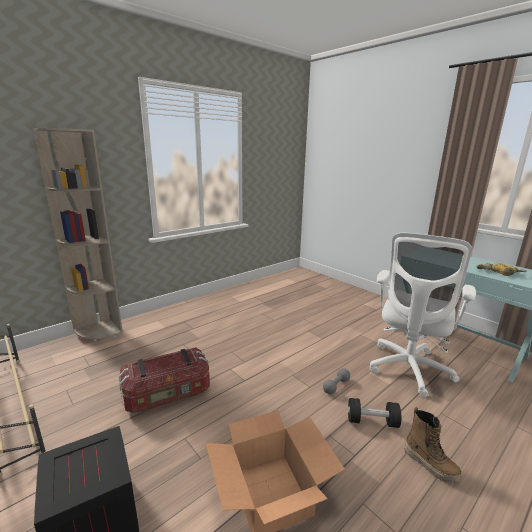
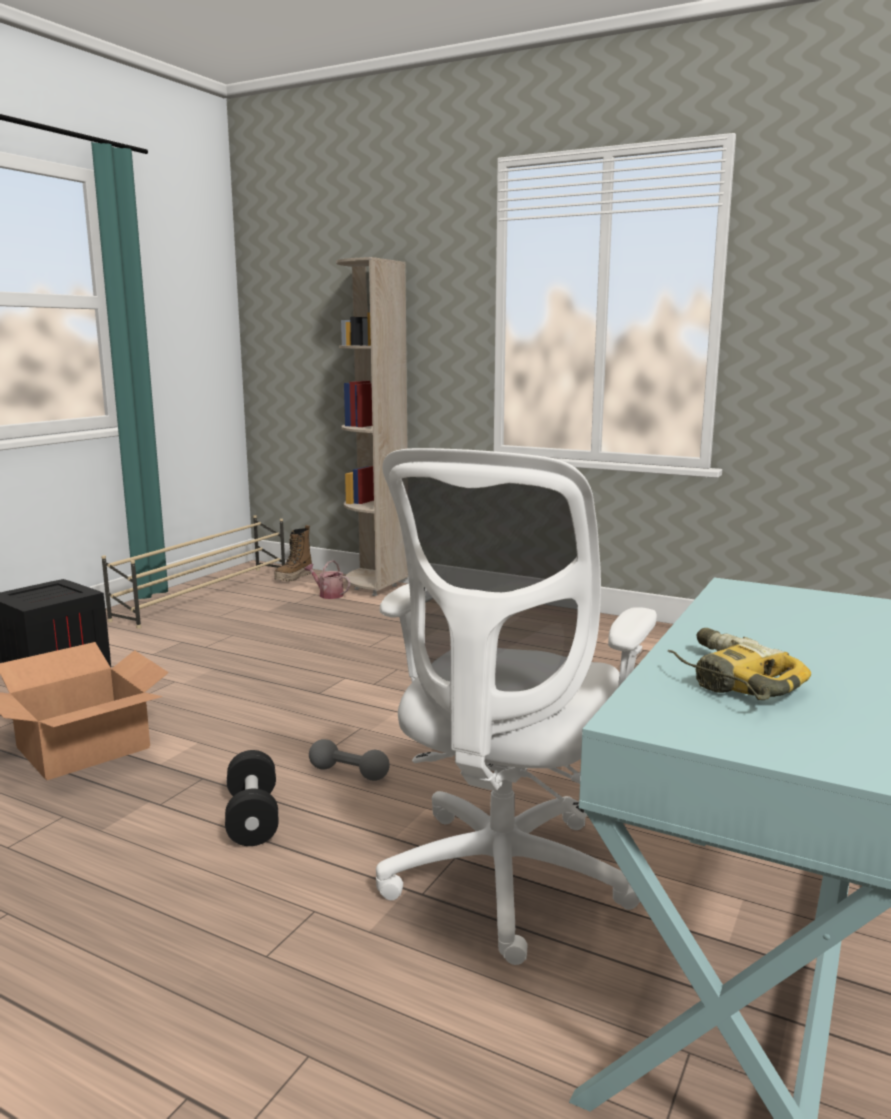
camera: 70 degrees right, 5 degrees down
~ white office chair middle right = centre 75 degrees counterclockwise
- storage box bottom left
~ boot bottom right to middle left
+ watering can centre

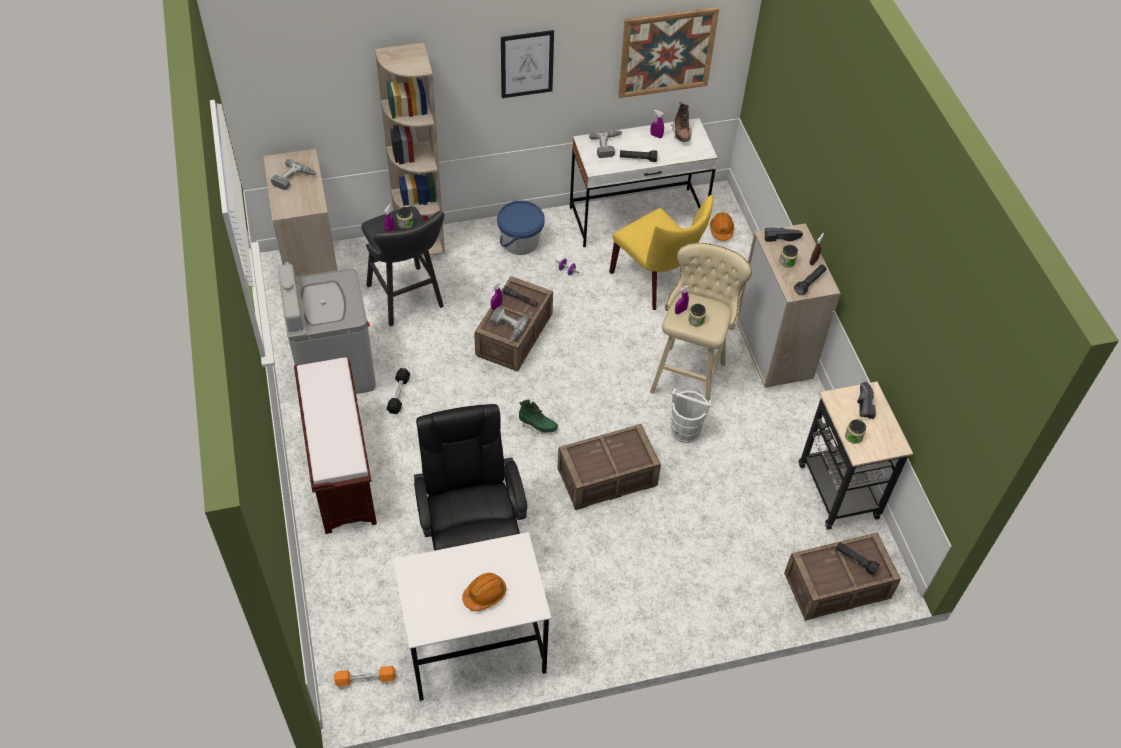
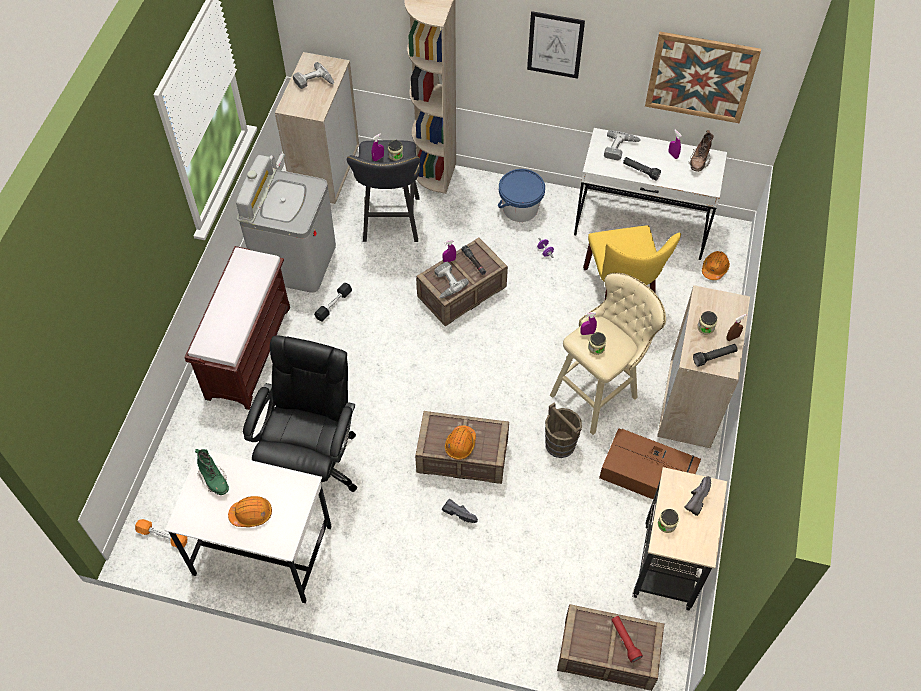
camera: 30 degrees right, 5 degrees up
~ black shoe (no. 1 from left) top right to bottom centre
~ white bucket centre to brown bucket centre
~ green boot centre to bottom left
~ black flashlight (no. 4 from left) bottom right to red flashlight bottom right
+ orange hard hat (no. 2 from left) centre
+ brown storage box bottom right

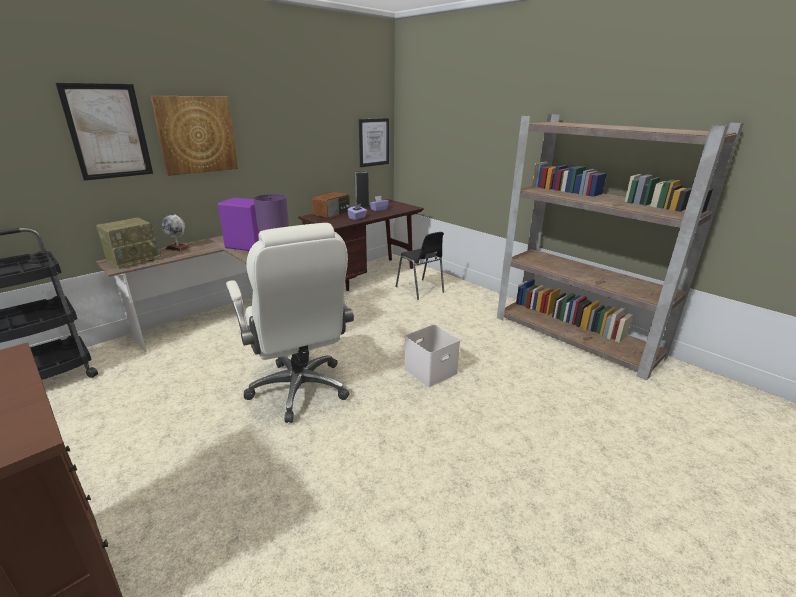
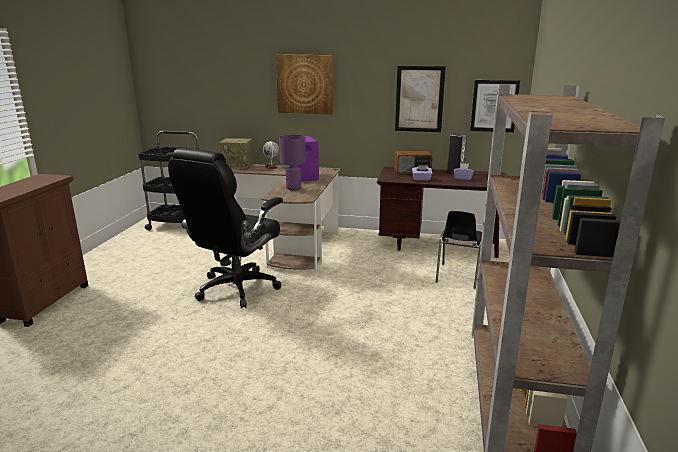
camera: 55 degrees right, 5 degrees down
~ picture (no. 1 from left in the first image) top left to picture (no. 2 from left) top centre
~ white office chair centre to black office chair middle left
- white storage box centre

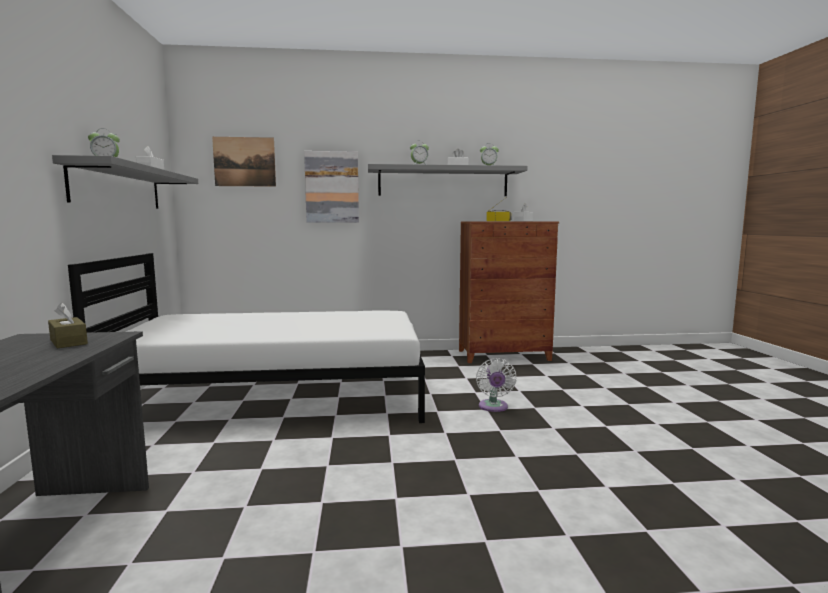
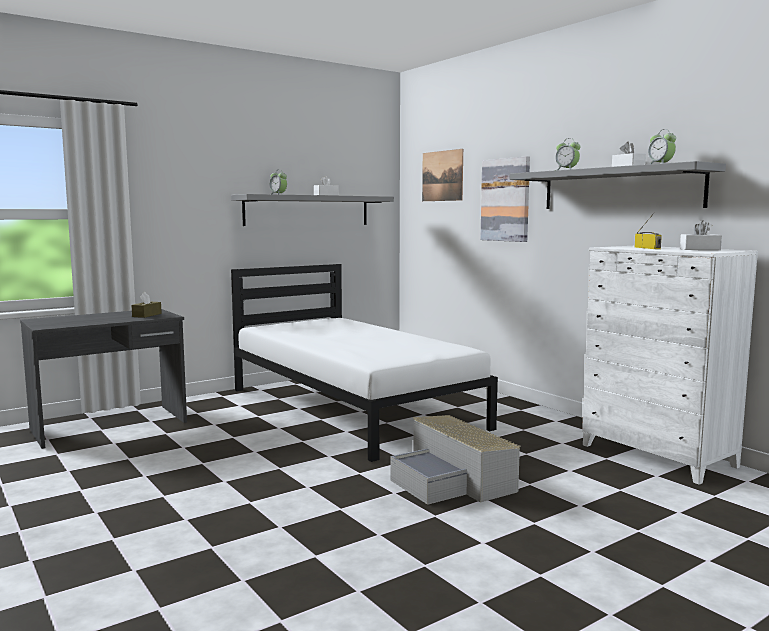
camera: 60 degrees right, 0 degrees up
~ brown dresser centre to white dresser middle right
~ white fan centre to grey storage box bottom centre

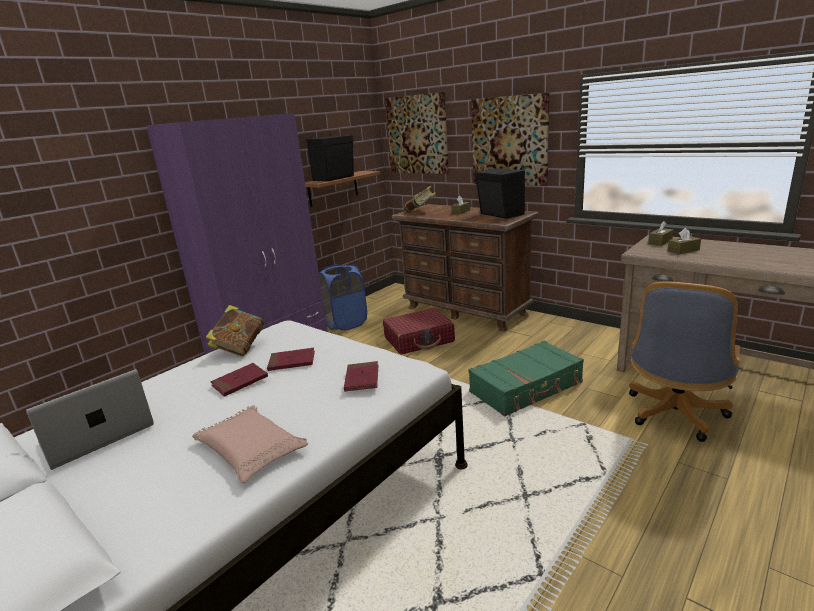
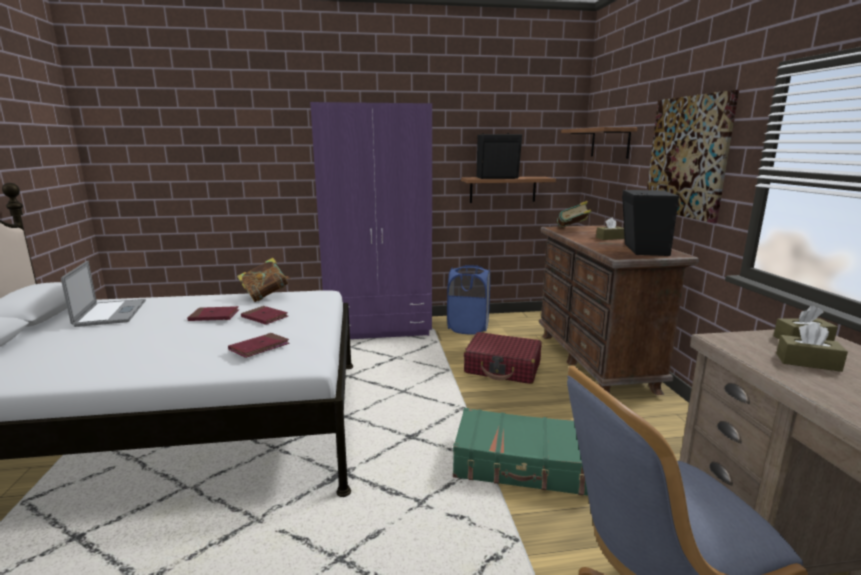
camera: 40 degrees right, 5 degrees down
~ picture (no. 1 from left) top centre to shelf (no. 2 from left) top right
~ laptop bottom left = middle left 75 degrees clockwise
- beige pillow bottom left

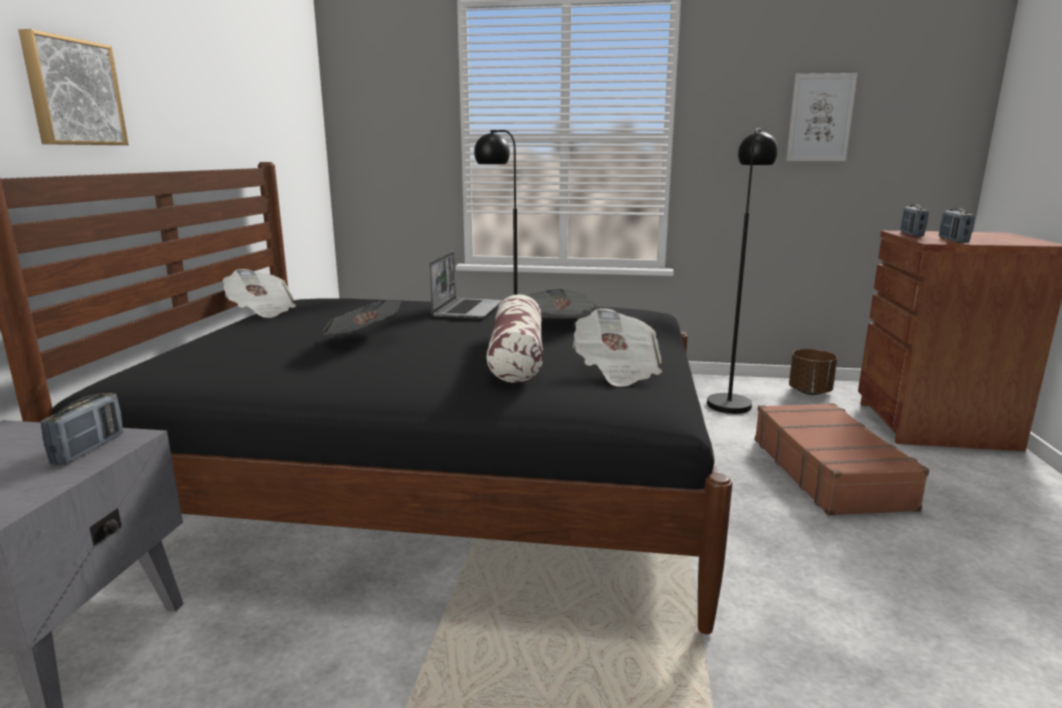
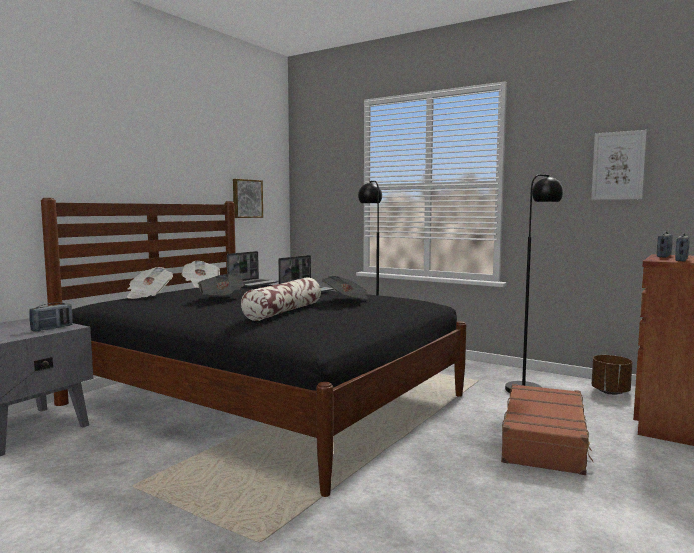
camera: 25 degrees right, 10 degrees down
~ picture (no. 1 from left) top left to centre
~ newspaper (no. 4 from left in the first image) centre to newspaper (no. 1 from left) middle left
+ laptop (no. 1 from left) centre

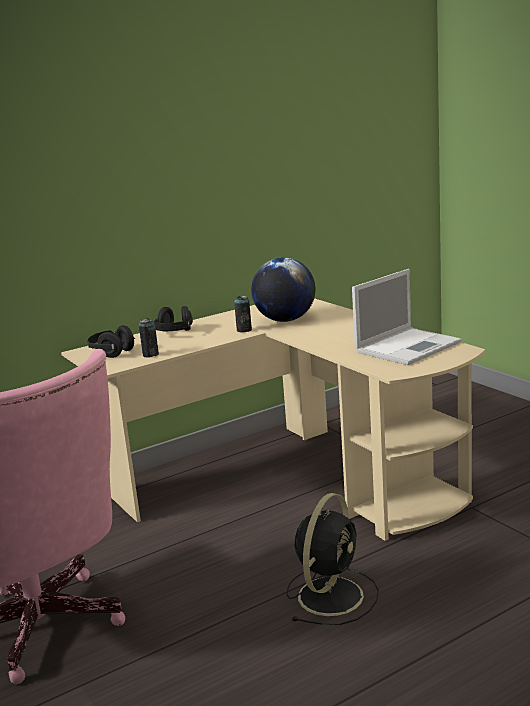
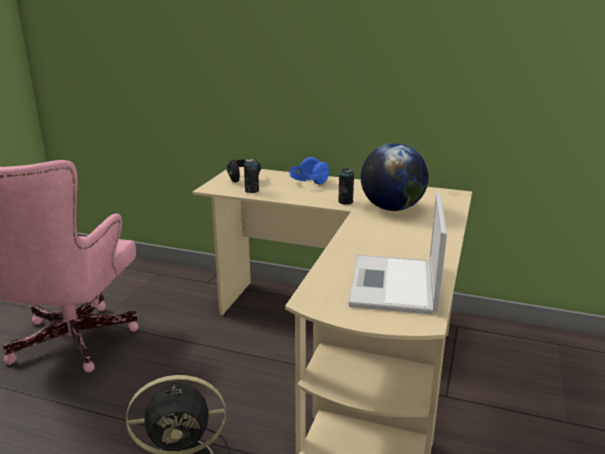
camera: 50 degrees right, 5 degrees up
~ laptop middle right = centre 90 degrees clockwise
~ black headphones (no. 2 from left) middle left to blue headphones centre

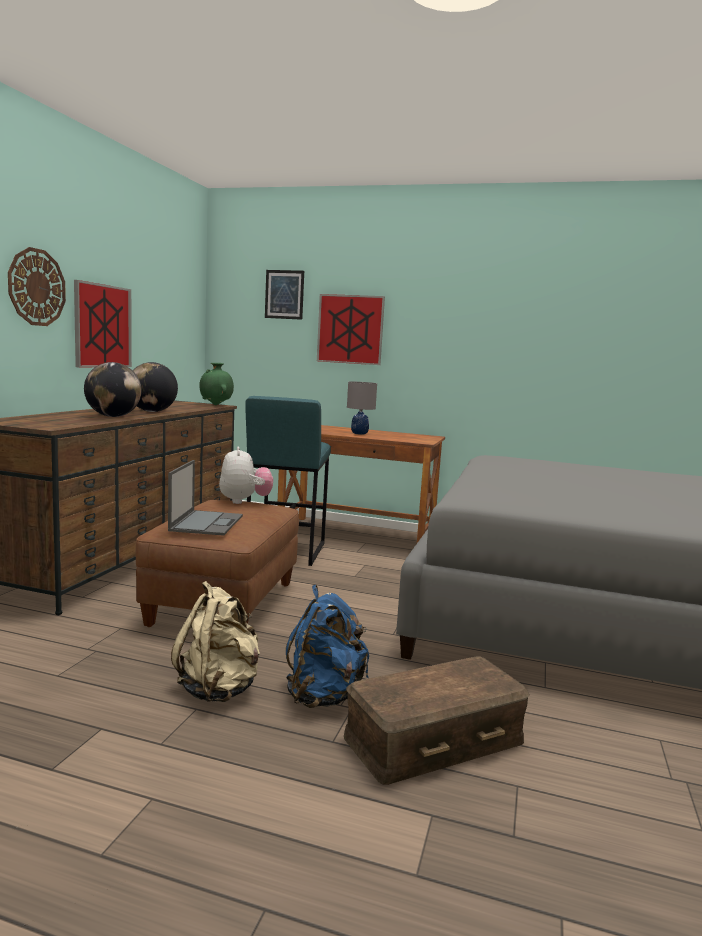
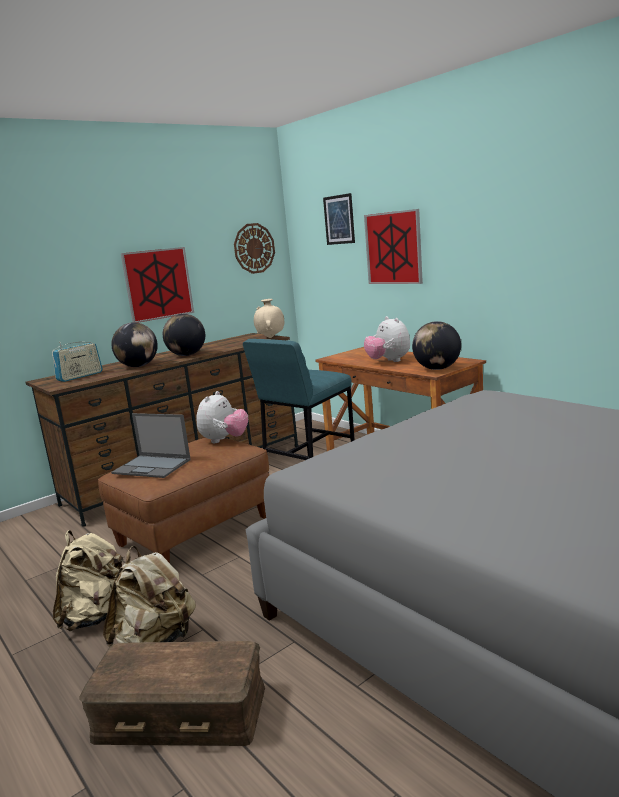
camera: 35 degrees right, 5 degrees up
~ wall clock top left to top centre
~ green vase middle left to beige vase centre
~ grey table lamp centre to plush toy (no. 2 from left) centre
~ laptop middle left = middle left 75 degrees clockwise
~ blue backpack bottom centre to beige backpack (no. 2 from left) bottom left
+ globe (no. 3 from left) middle right
+ radio middle left

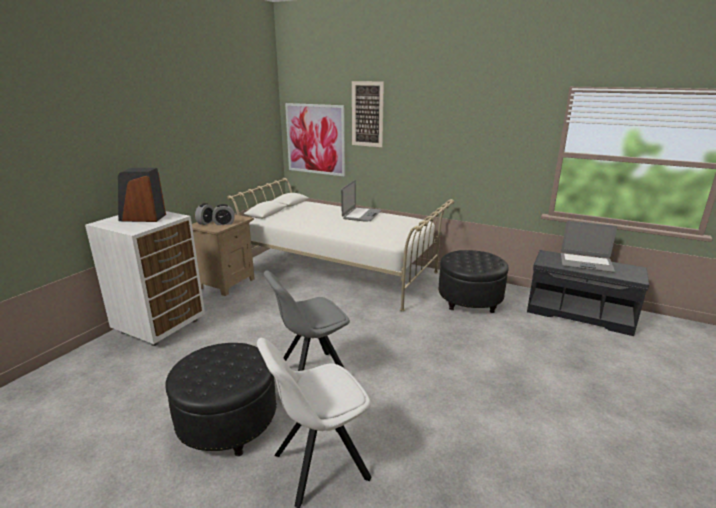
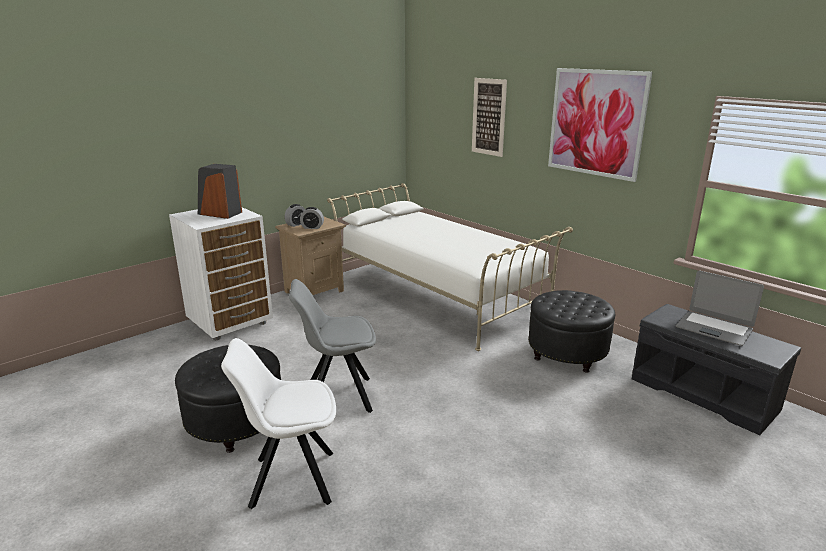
camera: 20 degrees right, 0 degrees up
~ picture (no. 1 from left in the first image) top centre to picture (no. 2 from left) top right
- laptop (no. 1 from left) centre

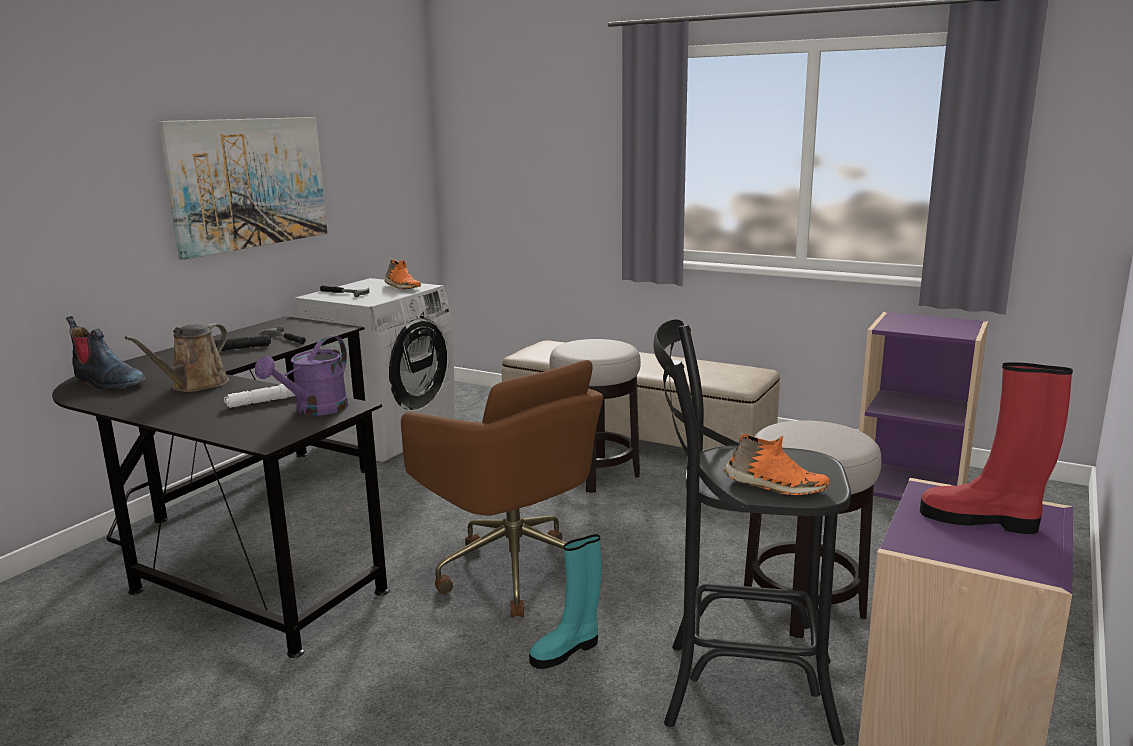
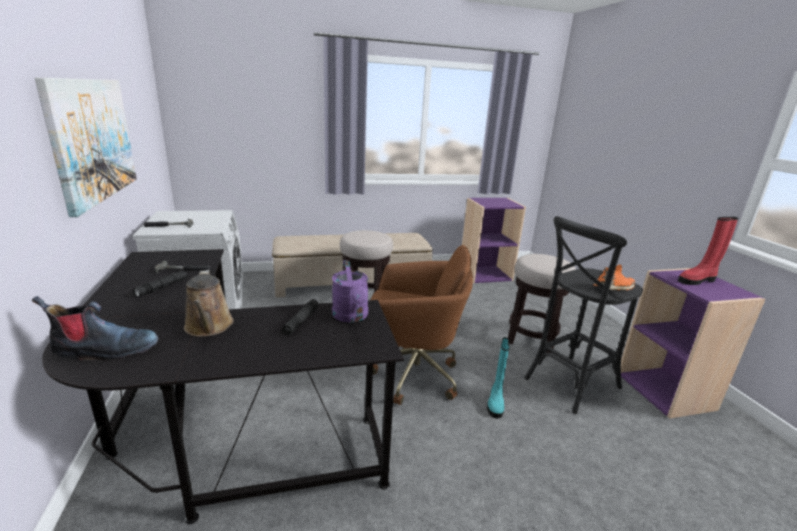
camera: 45 degrees left, 5 degrees up
- orange shoe (no. 1 from left) centre
~ white flashlight middle left to black flashlight (no. 2 from left) centre

